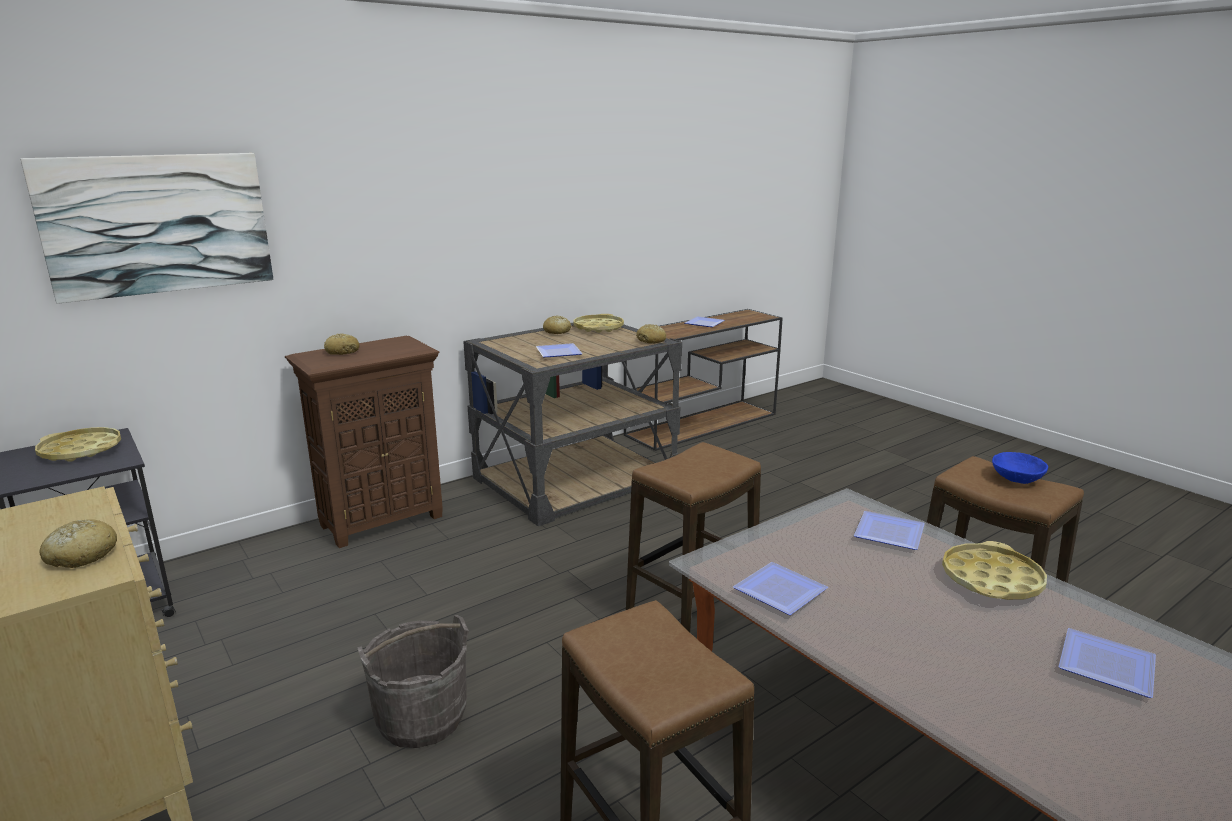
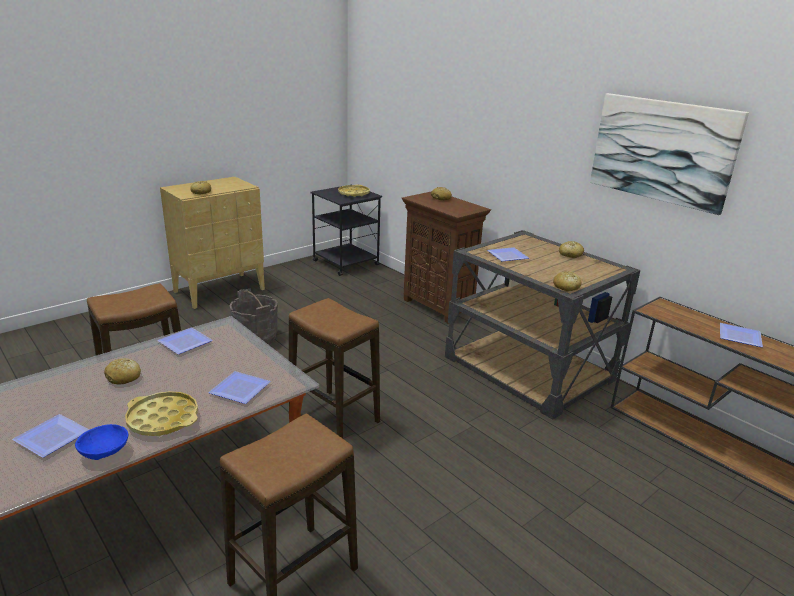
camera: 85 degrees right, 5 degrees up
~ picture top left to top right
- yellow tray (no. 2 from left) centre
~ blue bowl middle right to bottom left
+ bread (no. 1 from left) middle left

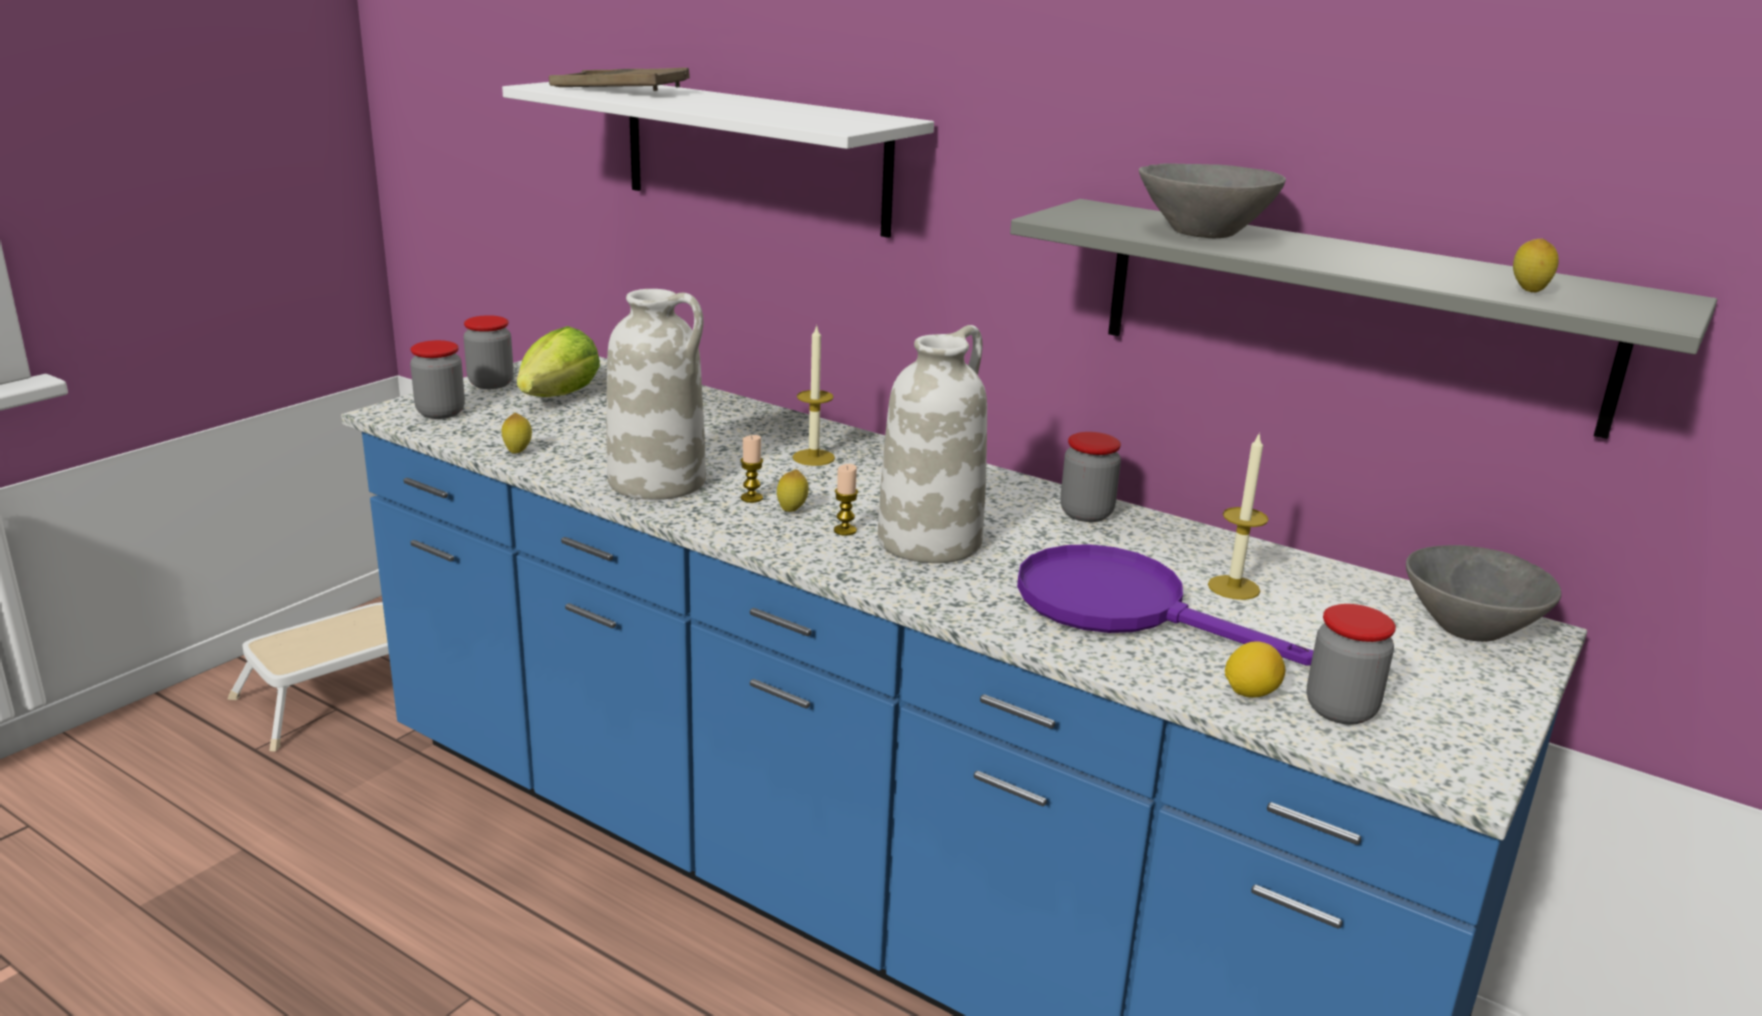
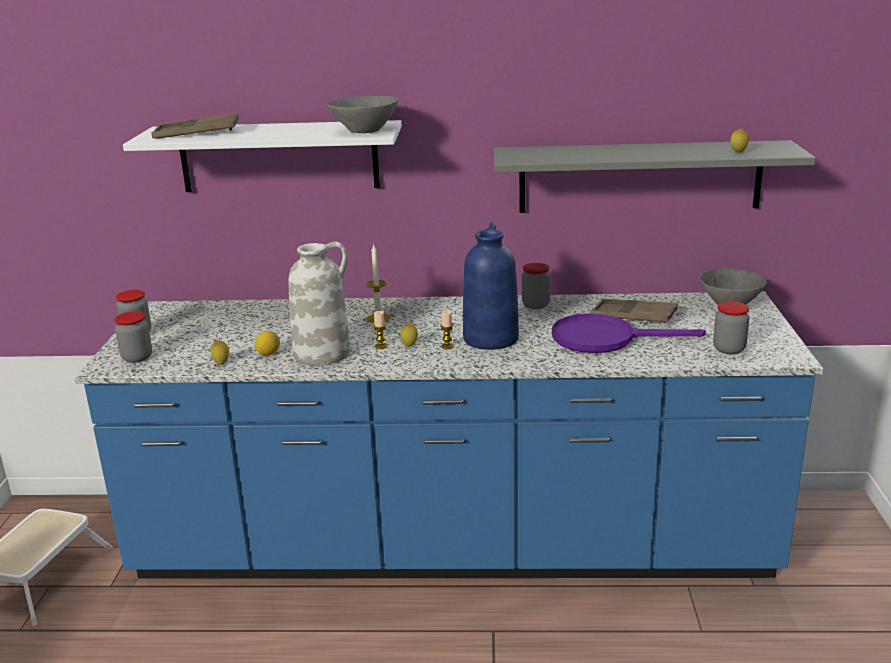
camera: 30 degrees left, 0 degrees up
~ grey bowl (no. 1 from left) top right to top centre
~ white vase (no. 2 from left) centre to blue vase centre
- lettuce middle left
~ candle (no. 4 from left) middle right to brown tray (no. 2 from left) middle right
~ lemon (no. 3 from left in the first image) middle right to lemon (no. 2 from left) middle left

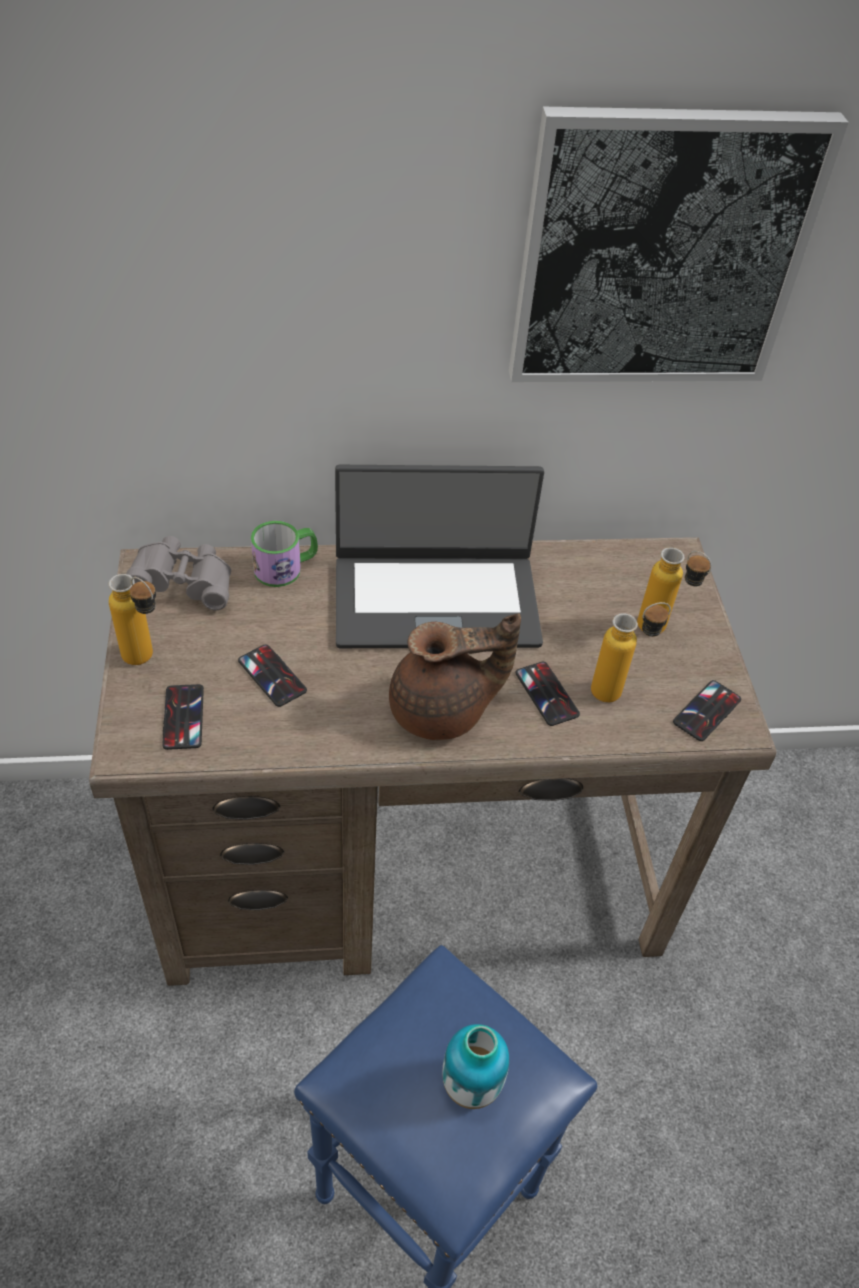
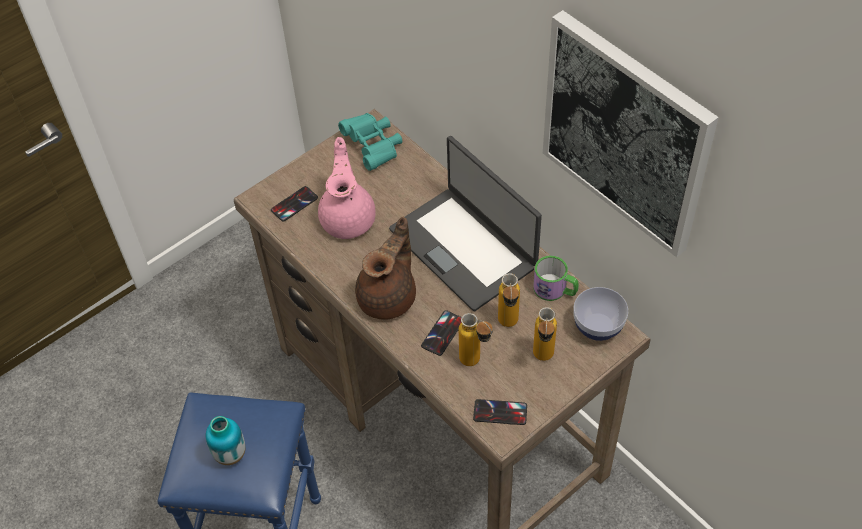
camera: 60 degrees right, 5 degrees up
~ mug middle left to centre
~ grey binoculars middle left to turquoise binoculars top centre
~ bottle (no. 1 from left in the first image) middle left to bottle (no. 2 from left) centre
~ brown teapot centre = centre 105 degrees counterclockwise
~ phone (no. 2 from left) middle left to pink teapot centre
+ bowl middle right

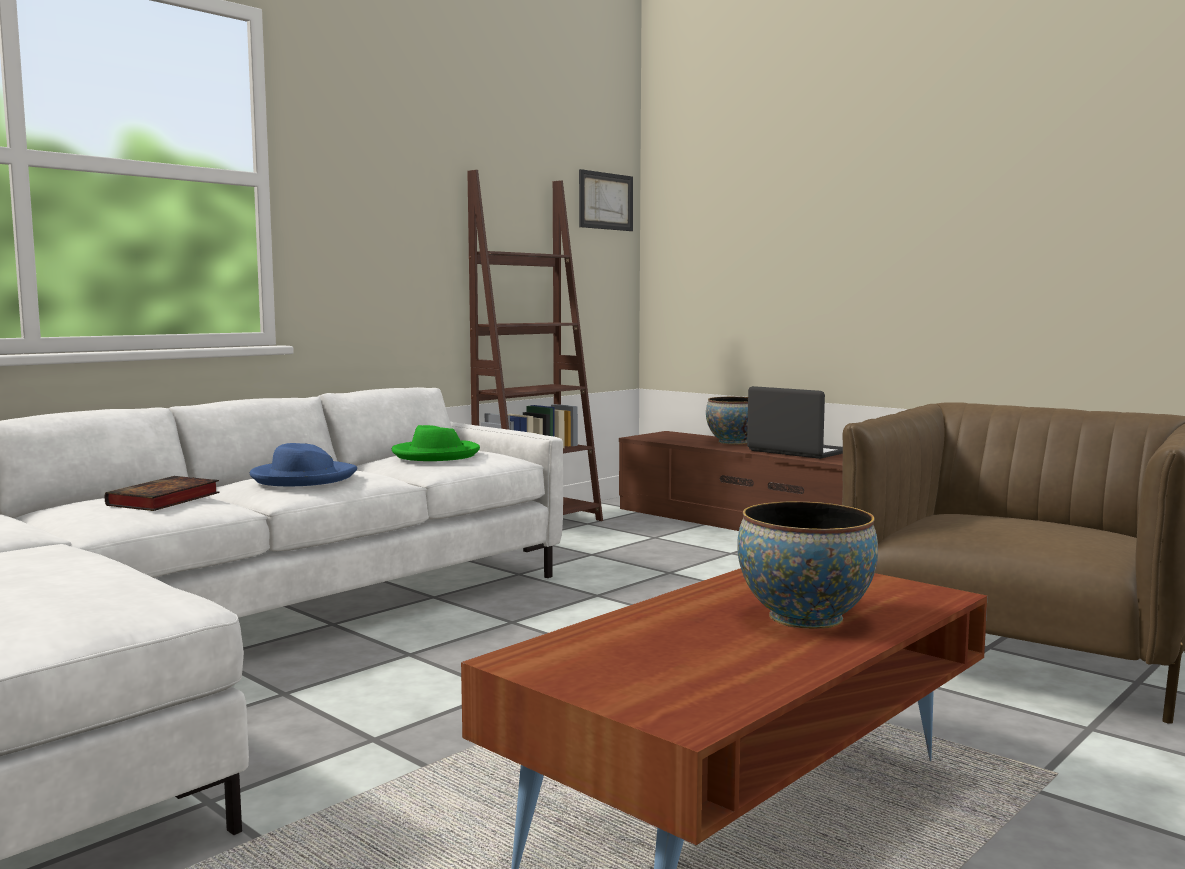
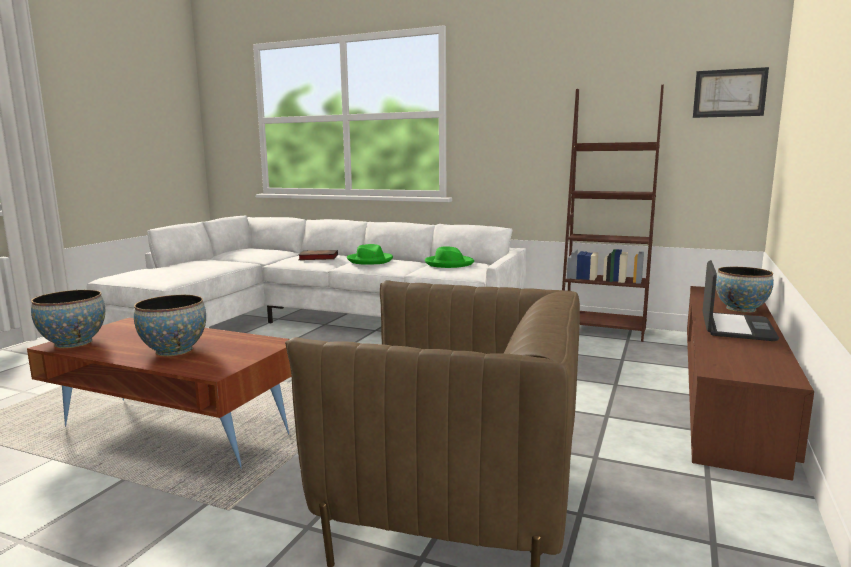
camera: 70 degrees right, 5 degrees up
~ blue hat middle left to green hat (no. 1 from left) centre
+ bowl (no. 1 from left) middle left

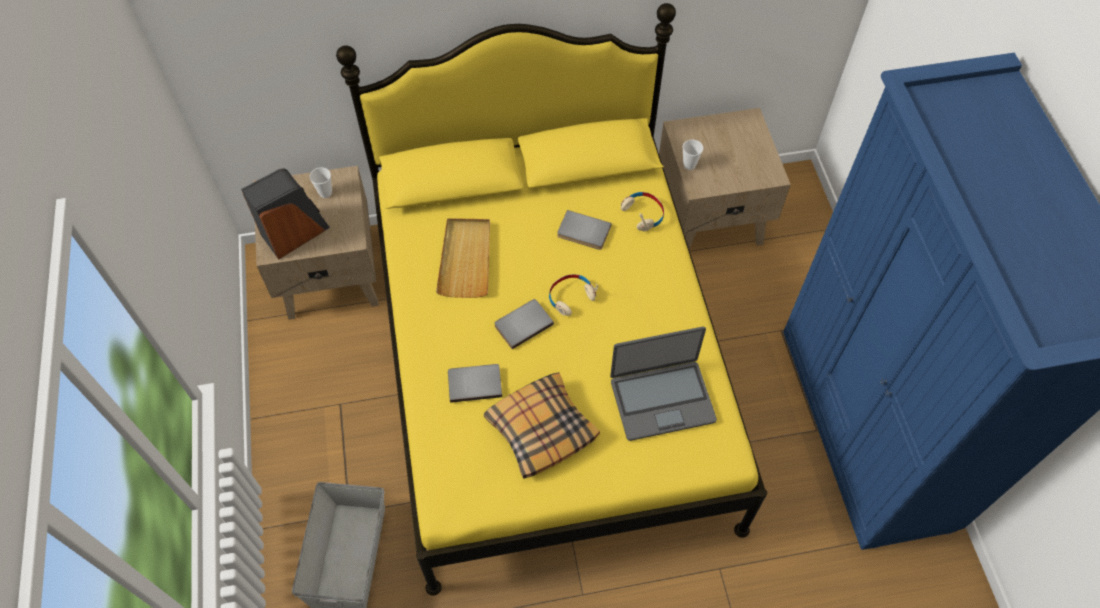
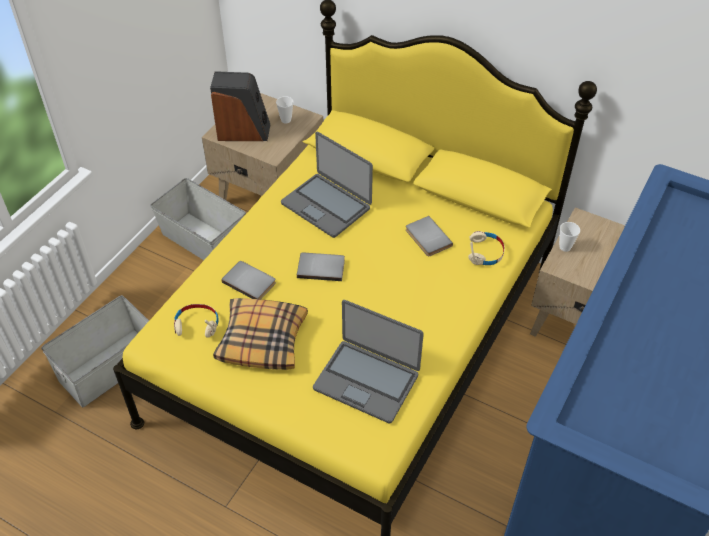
camera: 40 degrees right, 10 degrees down
~ beige tray centre to laptop (no. 1 from left) centre
~ beige headphones (no. 1 from left) centre to middle left
+ grey storage box (no. 2 from left) middle left

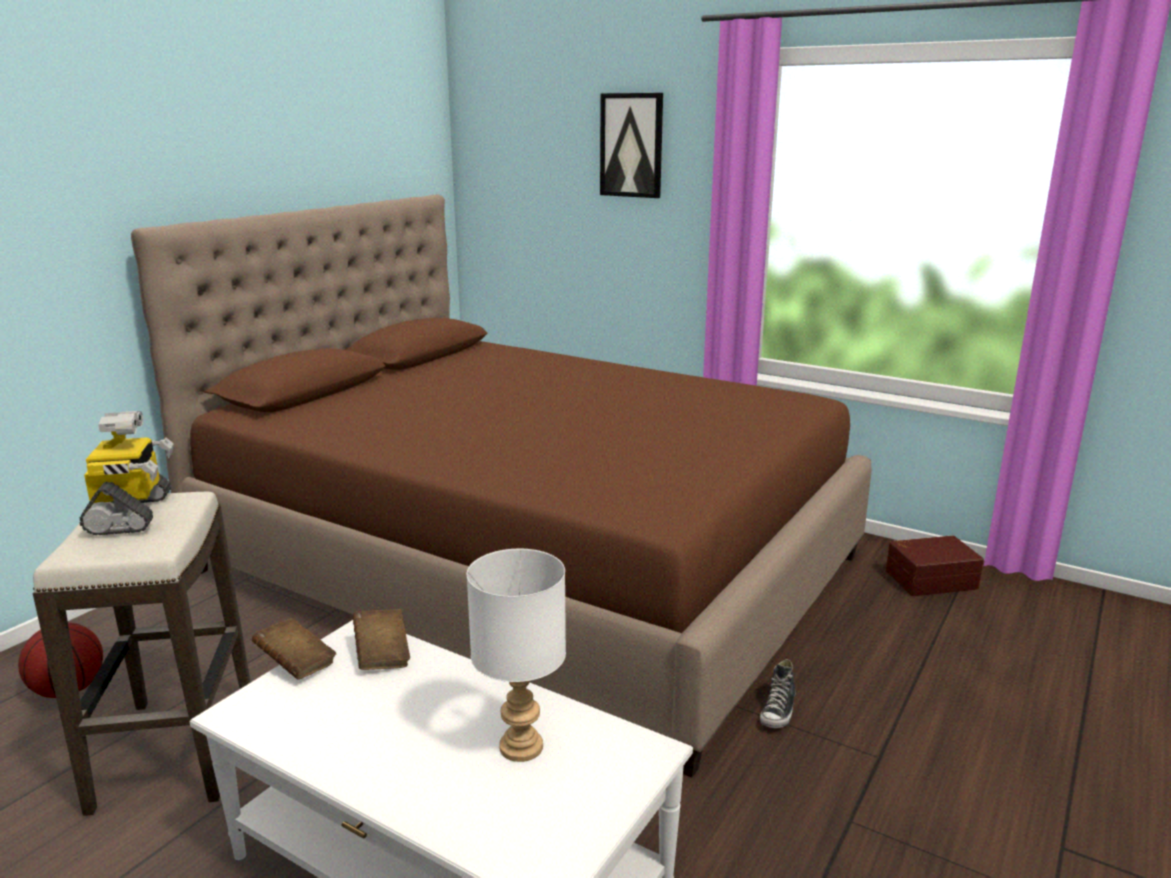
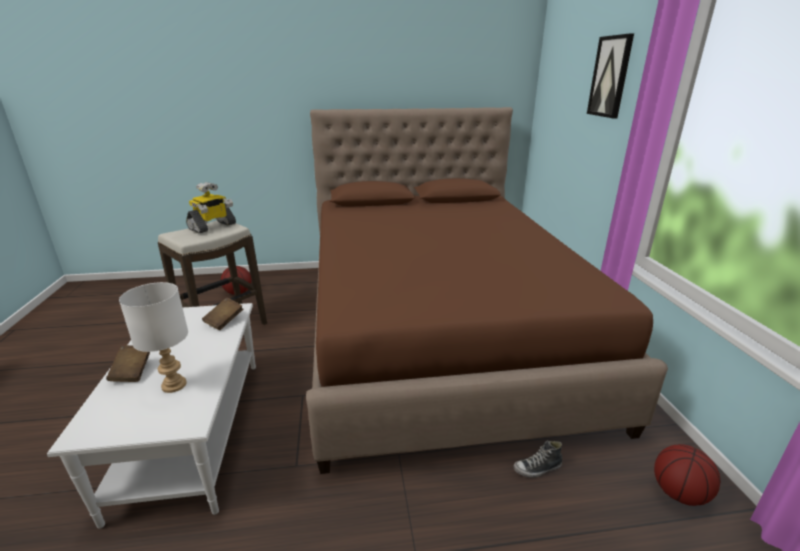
camera: 50 degrees right, 5 degrees up
~ brown storage box middle right to basketball (no. 2 from left) bottom right
~ brown book (no. 1 from left) bottom left to middle left
~ shoe bottom centre to bottom right

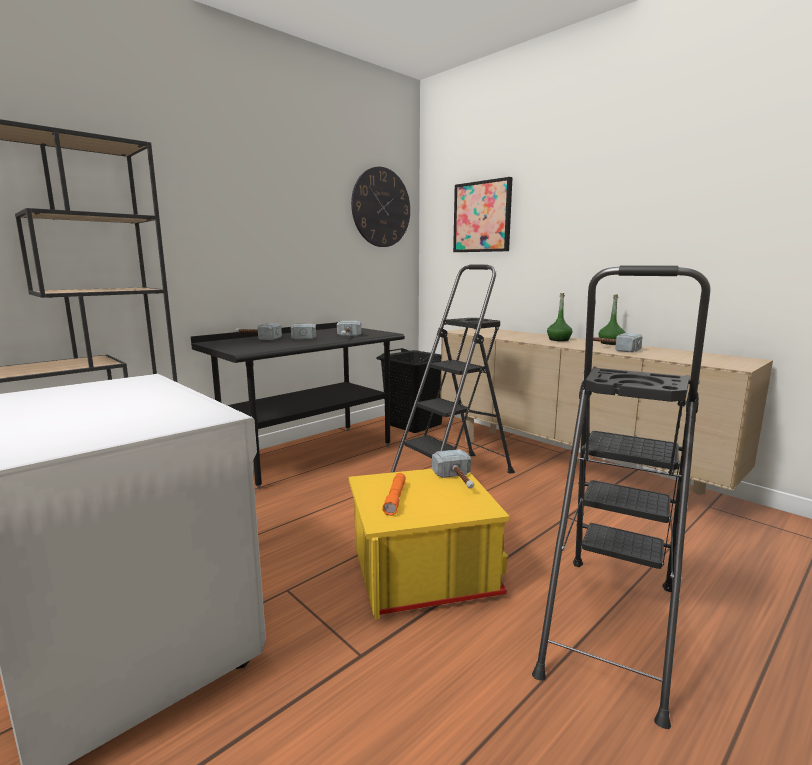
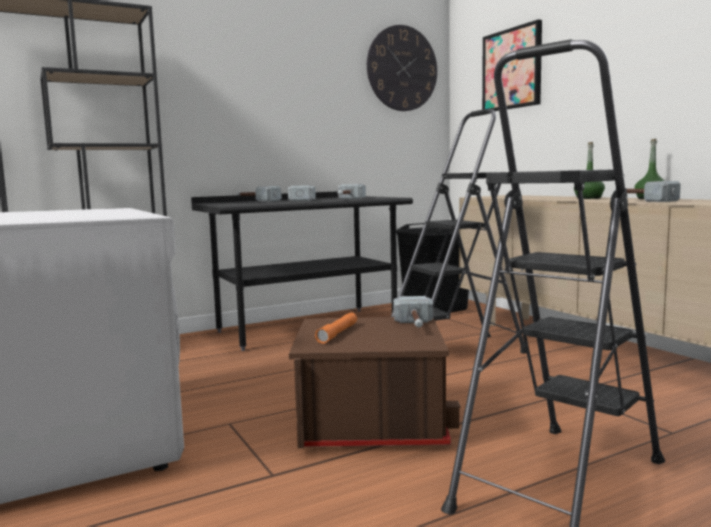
camera: 15 degrees right, 5 degrees down
~ yellow storage box bottom centre to brown storage box bottom centre

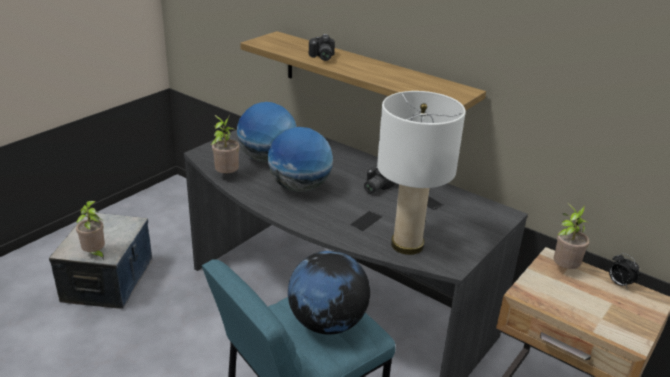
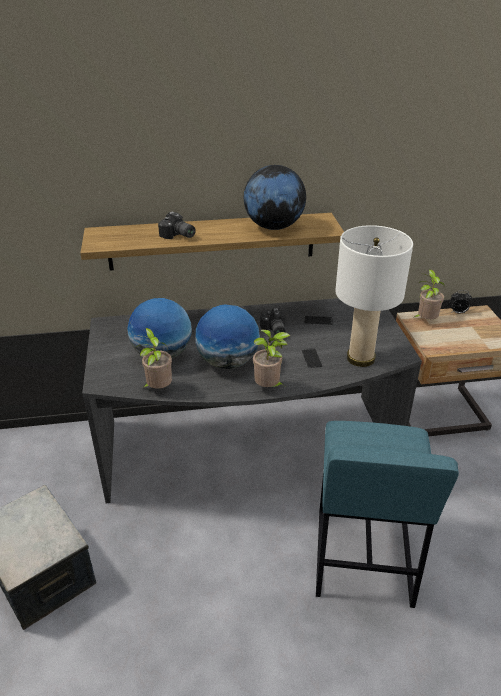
camera: 45 degrees left, 5 degrees up
~ potted plant (no. 1 from left in the first image) middle left to potted plant (no. 2 from left) centre
~ globe (no. 3 from left) bottom centre to top centre

